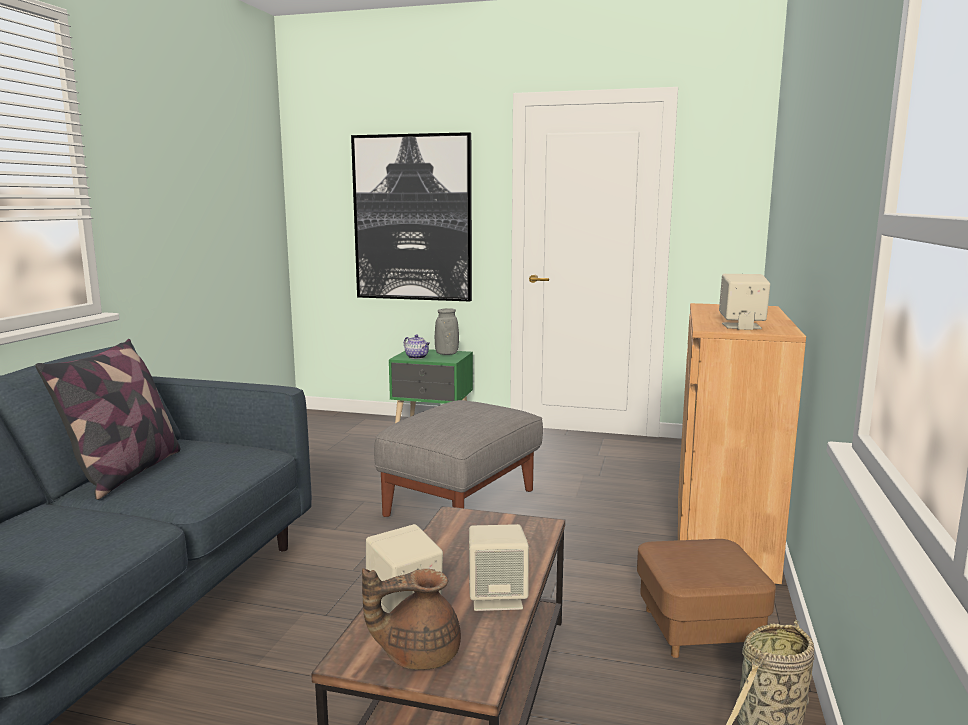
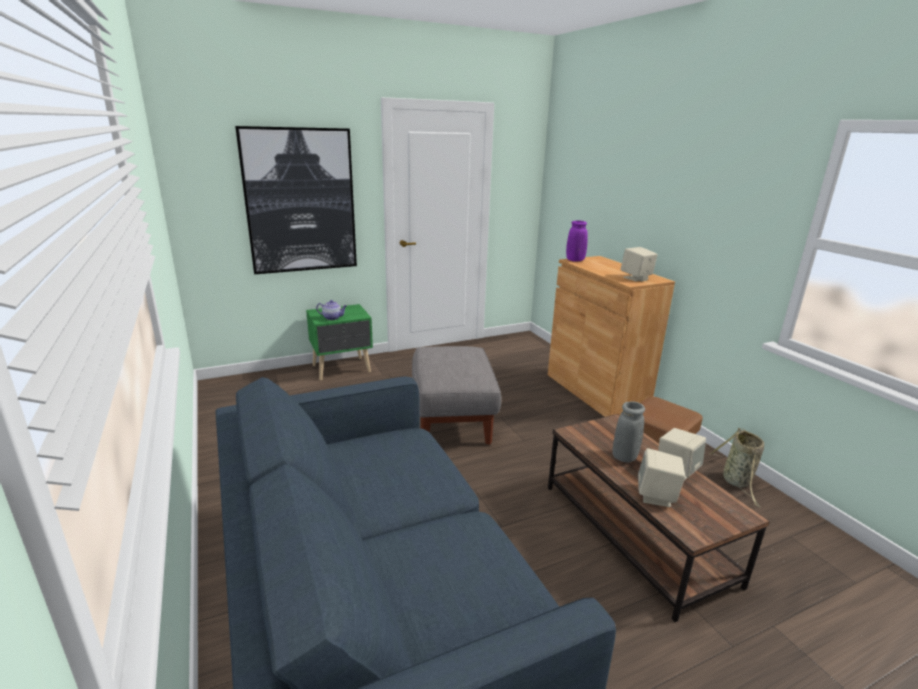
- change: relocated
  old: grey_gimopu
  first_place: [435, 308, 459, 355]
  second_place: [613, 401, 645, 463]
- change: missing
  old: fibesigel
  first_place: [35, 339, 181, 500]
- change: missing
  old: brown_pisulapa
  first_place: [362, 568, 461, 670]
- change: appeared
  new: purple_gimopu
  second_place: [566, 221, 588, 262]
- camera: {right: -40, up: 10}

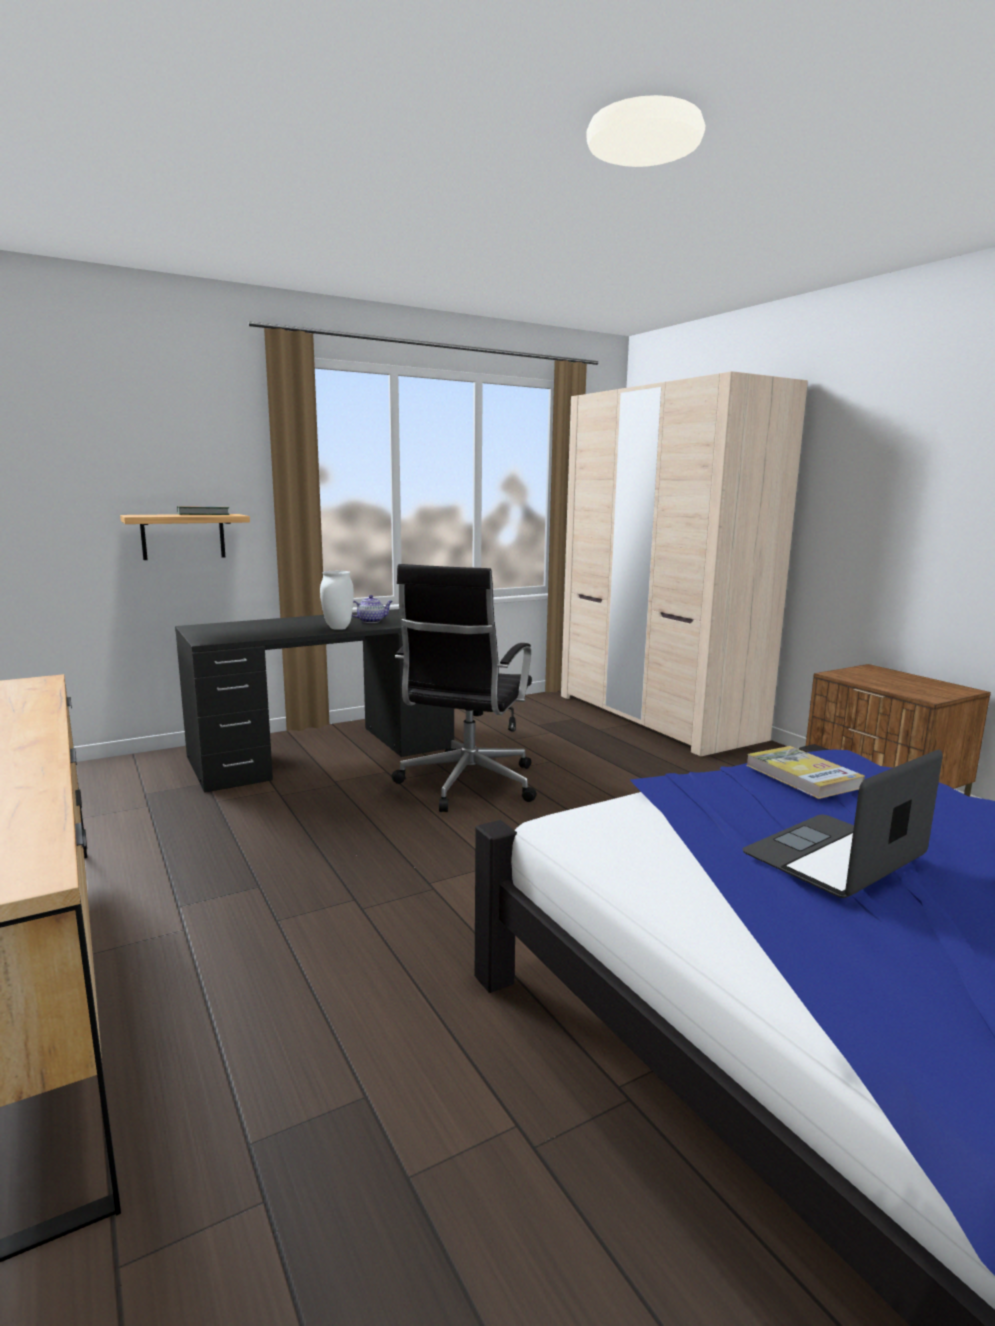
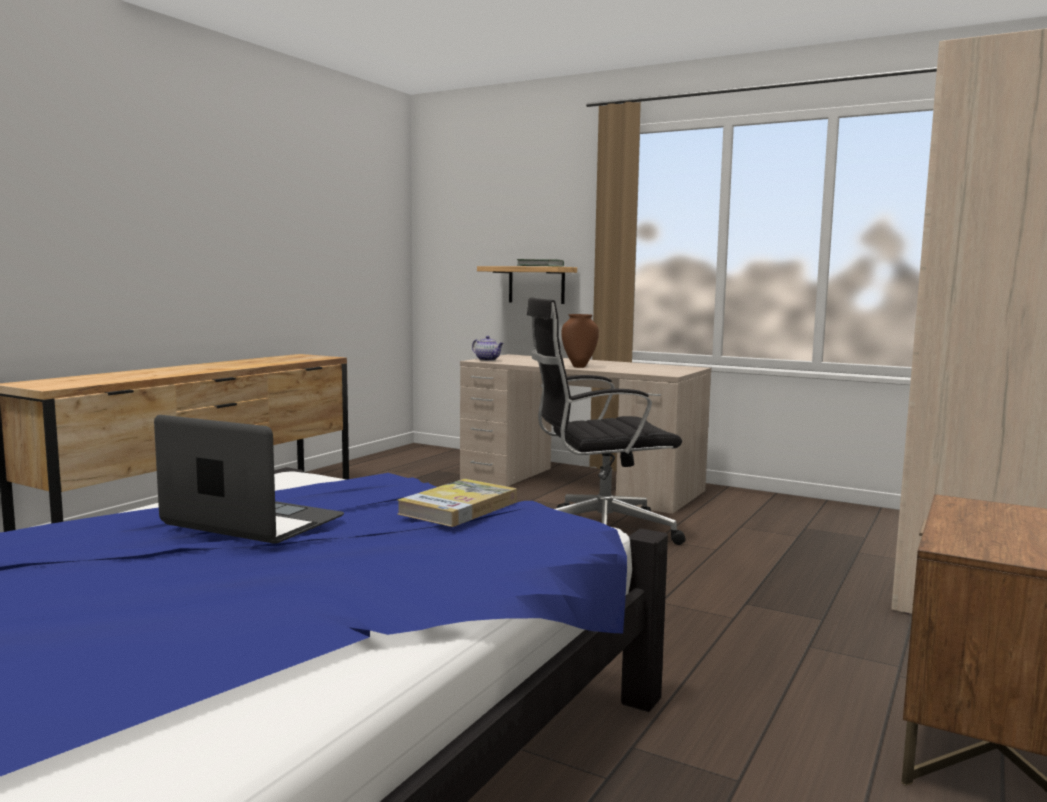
- change: colour
  old: white_gimopu
  new: brown_gimopu
  first_place: [320, 571, 354, 630]
  second_place: [561, 314, 599, 368]
- change: relocated
  old: pisulapa
  first_place: [352, 595, 393, 623]
  second_place: [472, 336, 504, 361]
- change: colour
  old: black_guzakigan
  new: beige_guzakigan
  first_place: [175, 609, 454, 793]
  second_place: [460, 354, 711, 514]
- camera: {right: 60, up: -5}

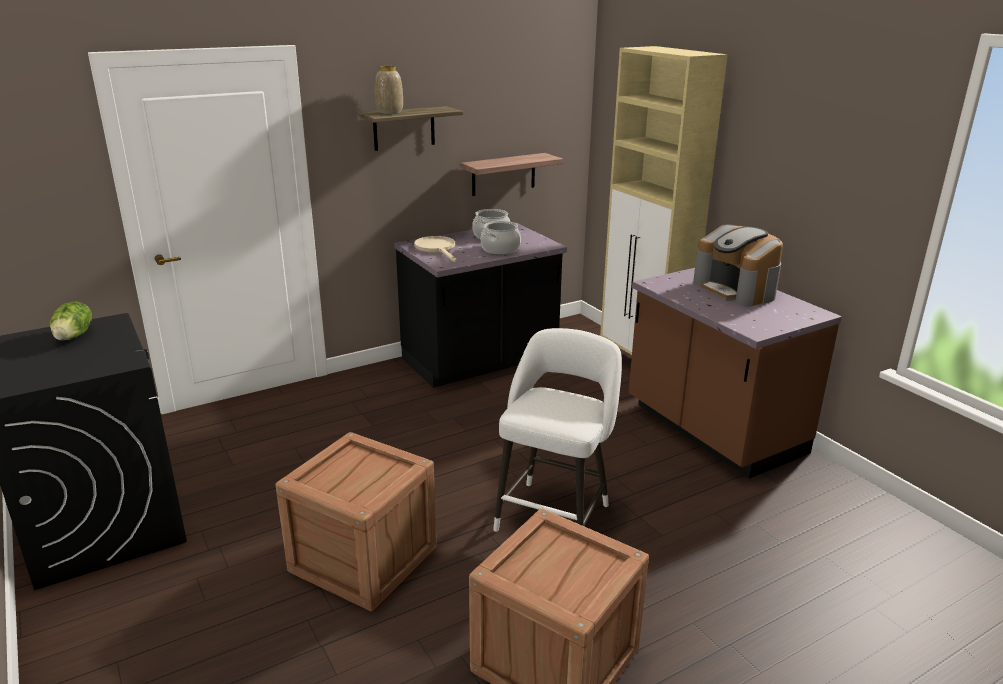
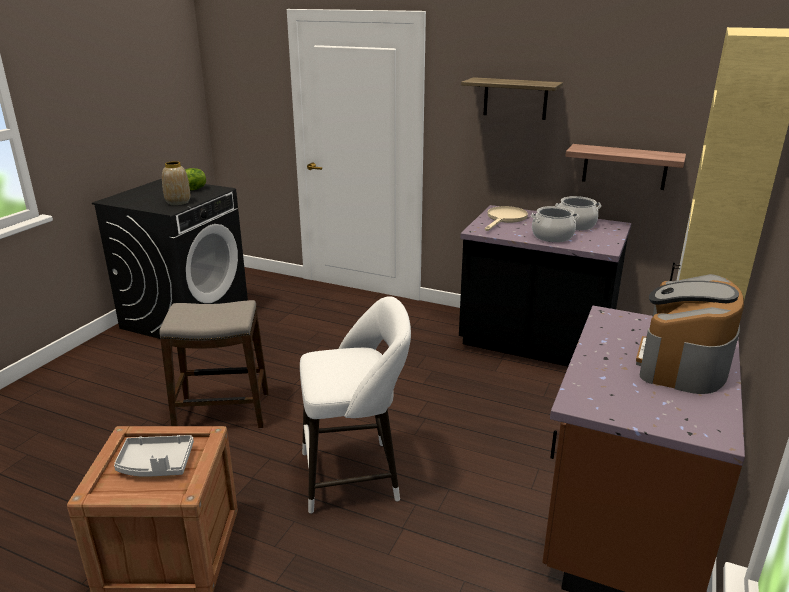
- change: relocated
  old: gimopu
  first_place: [375, 66, 403, 114]
  second_place: [162, 161, 190, 205]
- change: exchanged
  old: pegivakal
  new: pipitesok
  first_place: [275, 432, 437, 611]
  second_place: [159, 300, 269, 428]
- change: appeared
  new: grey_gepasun
  second_place: [114, 435, 194, 477]
- camera: {right: 55, up: 0}

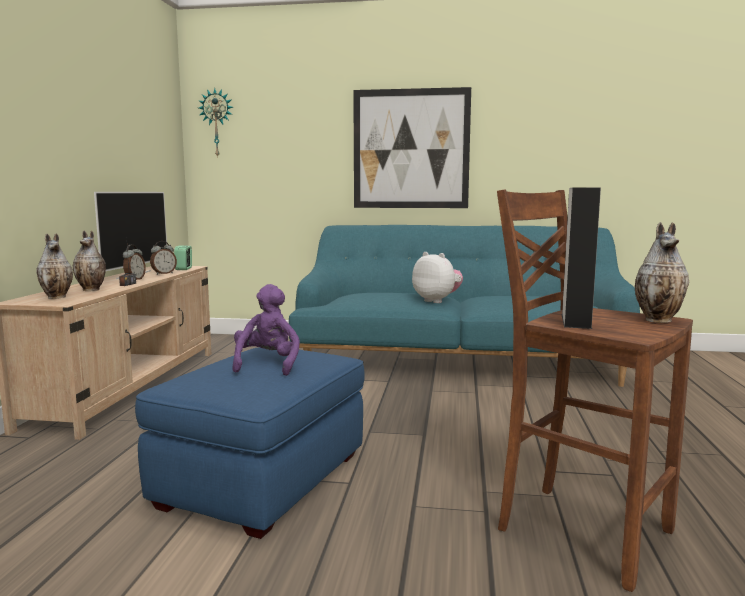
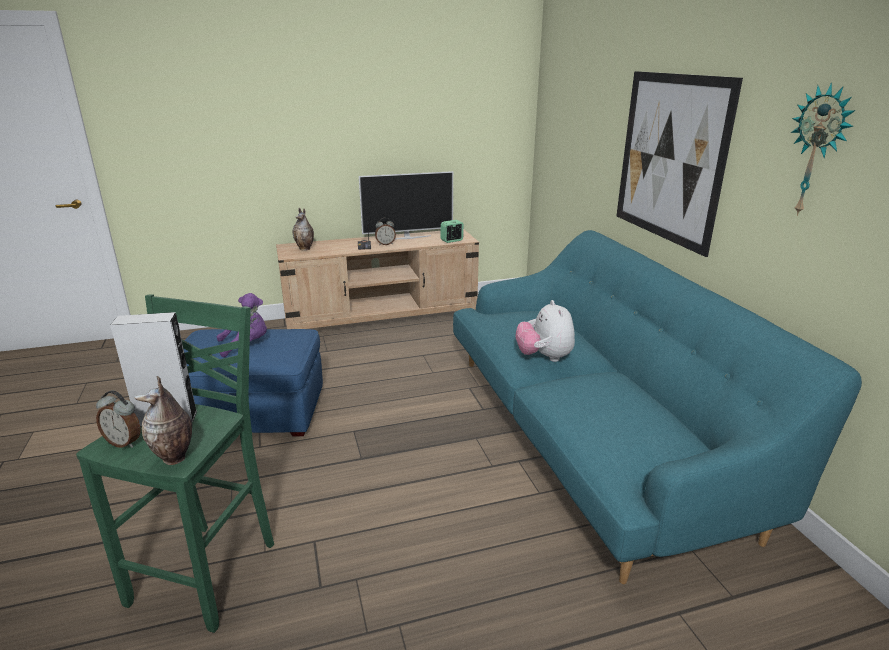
- change: relocated
  old: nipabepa
  first_place: [198, 88, 233, 158]
  second_place: [791, 83, 855, 216]
- change: colour
  old: brown_pipitesok
  new: green_pipitesok
  first_place: [497, 189, 693, 592]
  second_place: [76, 295, 274, 633]
- change: missing
  old: gimopu
  first_place: [73, 231, 106, 291]
- change: relocated
  old: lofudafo
  first_place: [150, 241, 177, 275]
  second_place: [96, 390, 140, 448]
- change: spun
  old: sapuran
  first_place: [412, 252, 463, 303]
  second_place: [515, 300, 575, 362]
  degrees: 150
- camera: {right: 65, up: 15}

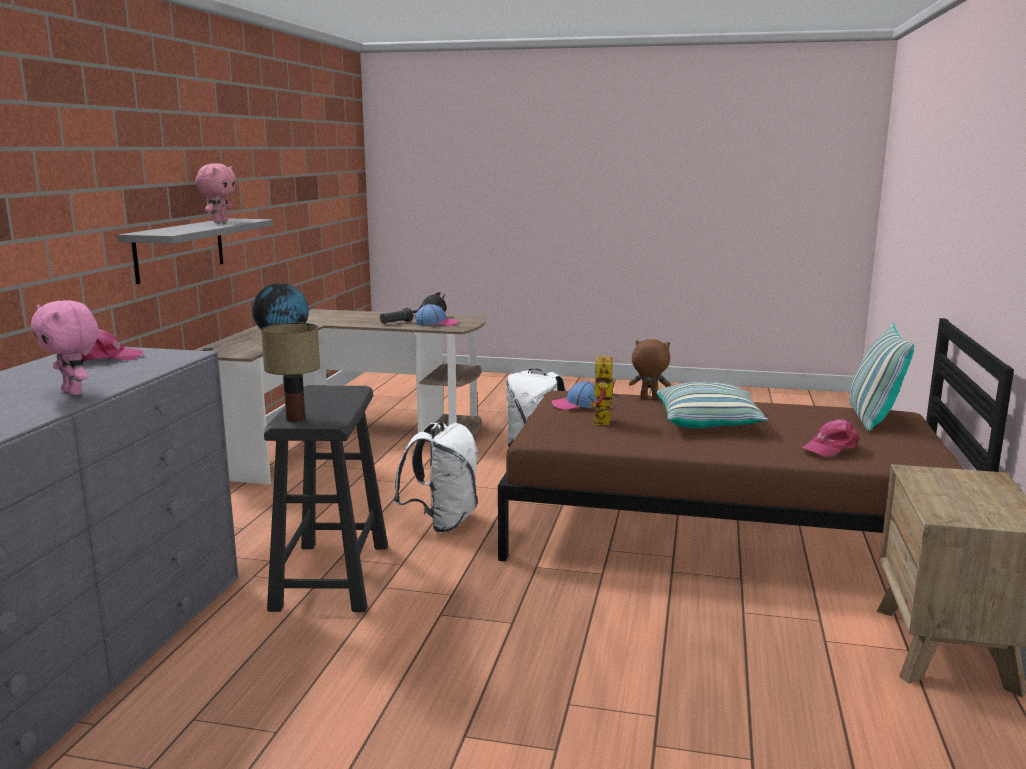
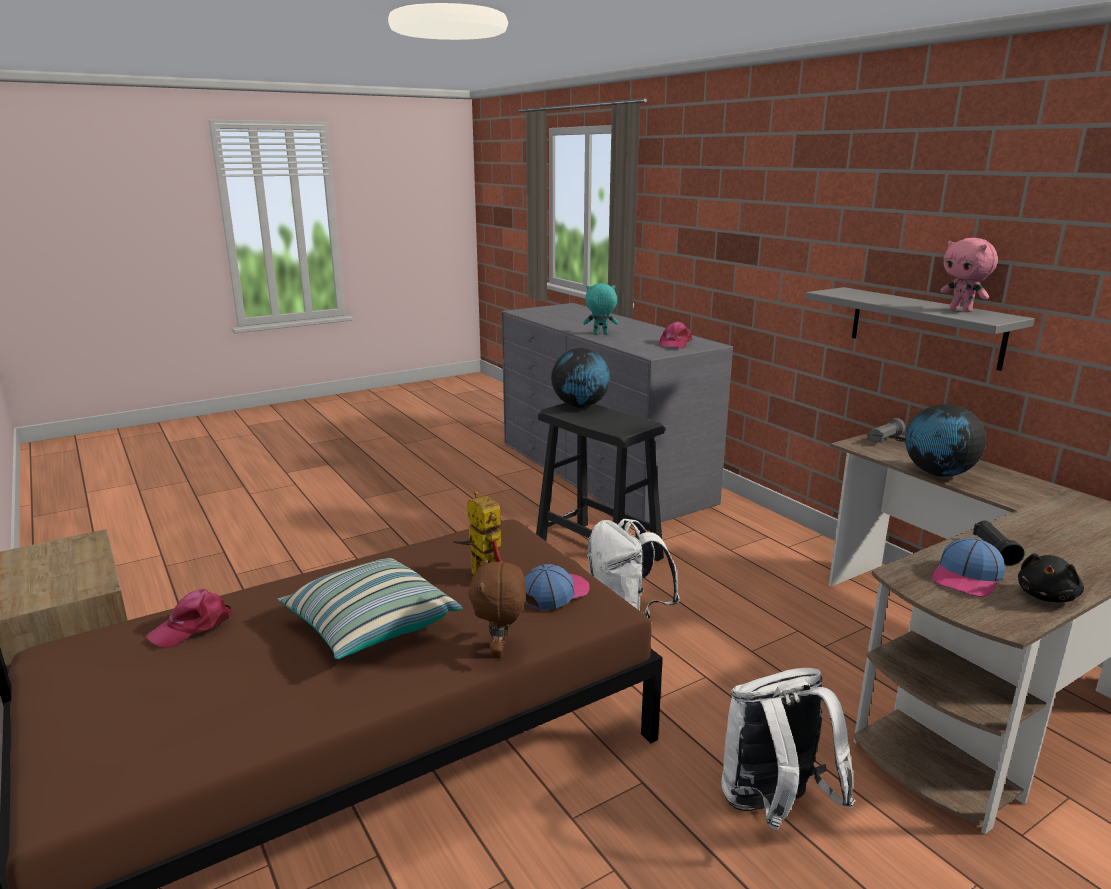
- change: colour
  old: pink_sapuran
  new: turquoise_sapuran
  first_place: [31, 300, 99, 396]
  second_place: [583, 283, 618, 335]
- change: exchanged
  old: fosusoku
  new: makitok
  first_place: [261, 322, 320, 422]
  second_place: [551, 348, 610, 408]
- change: missing
  old: fibesigel
  first_place: [849, 323, 914, 431]
- change: spun
  old: brown_sapuran
  first_place: [629, 339, 671, 399]
  second_place: [468, 558, 526, 658]
  degrees: 120
- change: spun
  old: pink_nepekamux
  first_place: [802, 419, 859, 457]
  second_place: [146, 589, 232, 648]
  degrees: -150
- change: appeared
  new: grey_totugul
  second_place: [869, 418, 905, 442]
- camera: {right: 135, up: 5}

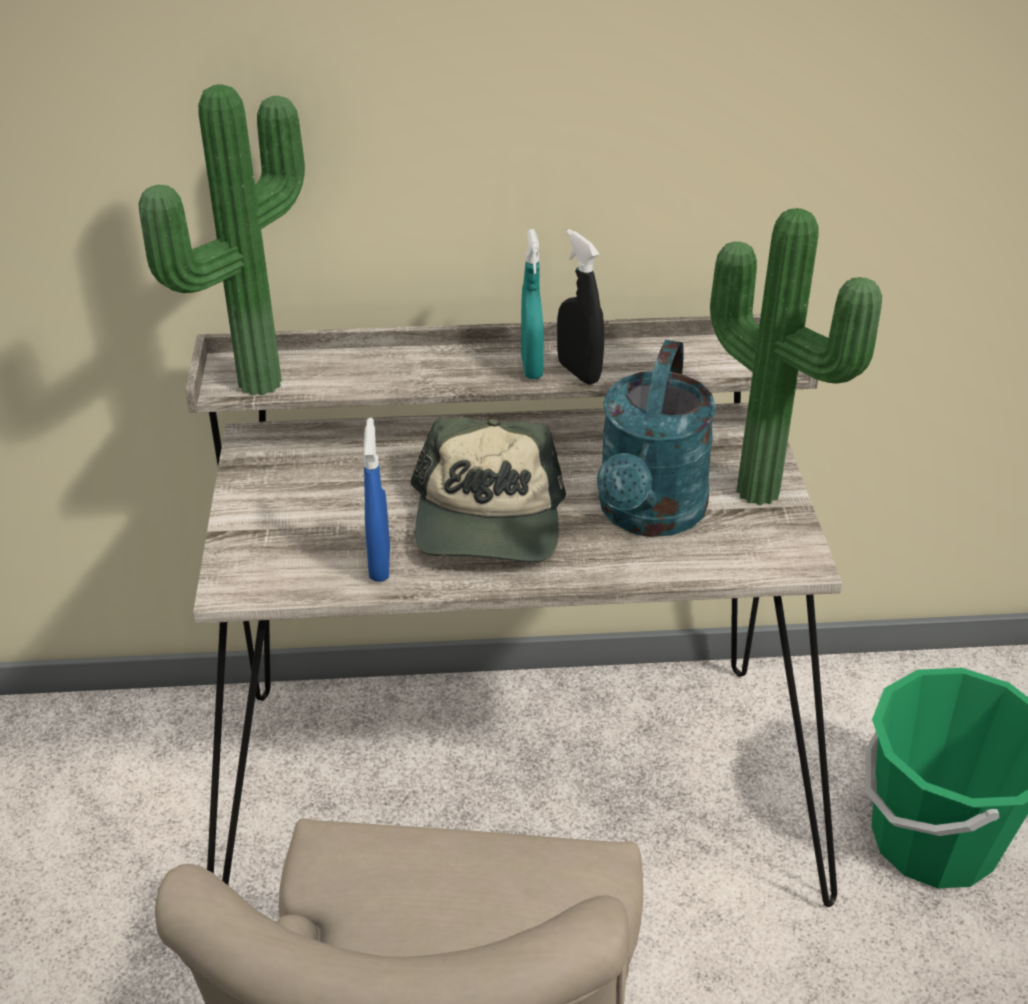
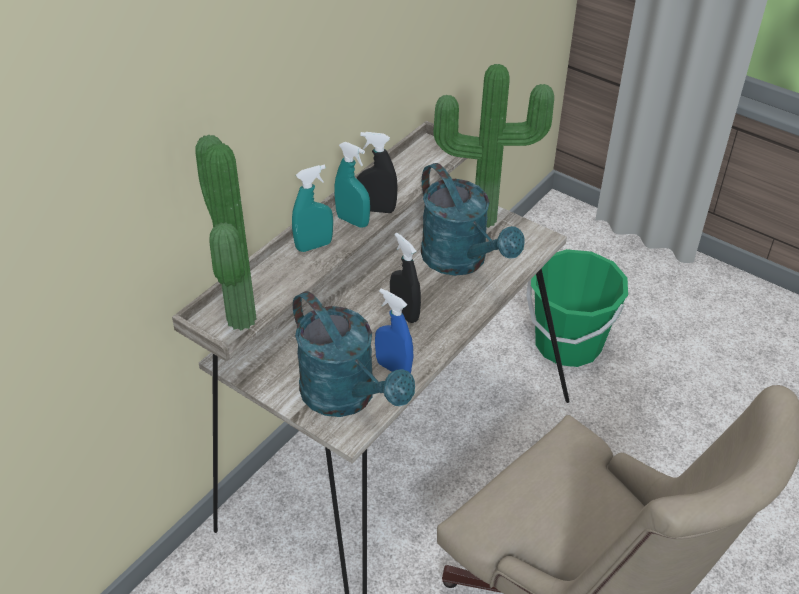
- change: exchanged
  old: nepekamux
  new: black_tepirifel
  first_place: [410, 417, 566, 562]
  second_place: [390, 233, 421, 323]
- change: appeared
  new: turquoise_tepirifel
  second_place: [292, 165, 333, 252]
- change: appeared
  new: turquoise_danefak
  second_place: [293, 291, 415, 417]
- camera: {right: -50, up: 5}

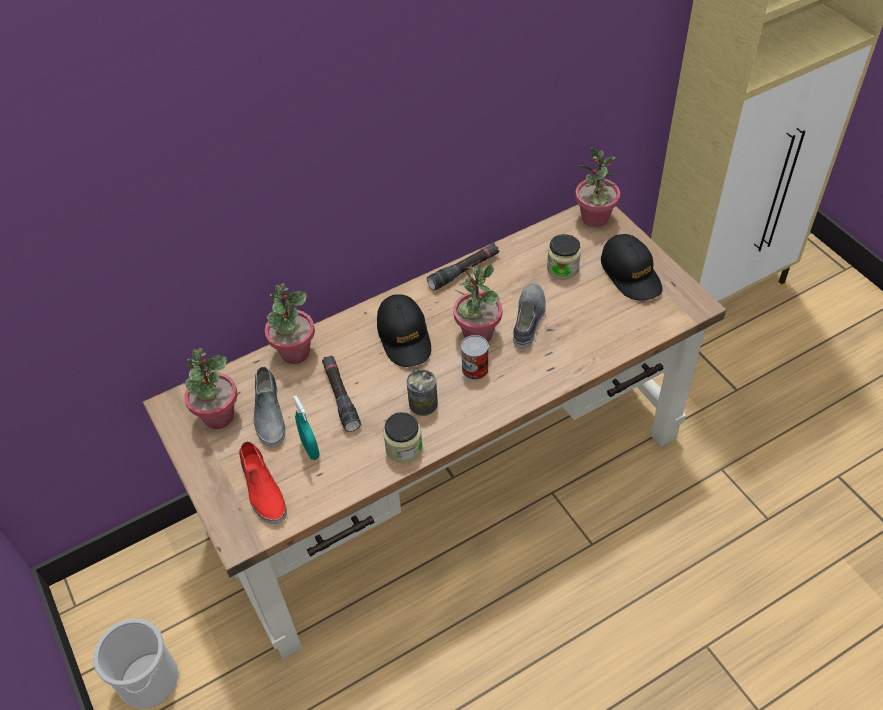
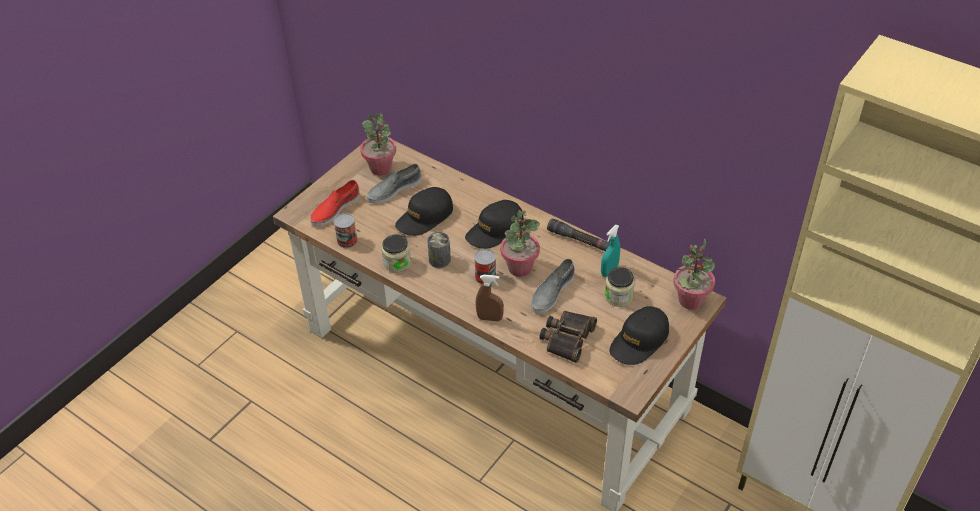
- change: missing
  old: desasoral
  first_place: [265, 283, 315, 364]
- change: spun
  old: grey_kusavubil
  first_place: [513, 283, 546, 349]
  second_place: [531, 259, 575, 314]
  degrees: 135
- change: exchanged
  old: black_totugul
  new: black_nepekamux
  first_place: [322, 355, 361, 432]
  second_place: [395, 187, 453, 236]
- change: relocated
  old: turquoise_tepirifel
  first_place: [293, 395, 320, 460]
  second_place: [601, 225, 620, 277]
- change: missing
  old: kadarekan
  first_place: [93, 619, 178, 709]
- change: appeared
  new: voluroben
  second_place: [334, 213, 358, 248]
- change: appeared
  new: brown_tepirifel
  second_place: [476, 275, 504, 321]
- change: appeared
  new: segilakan
  second_place: [539, 311, 597, 363]
- camera: {right: 65, up: -5}

